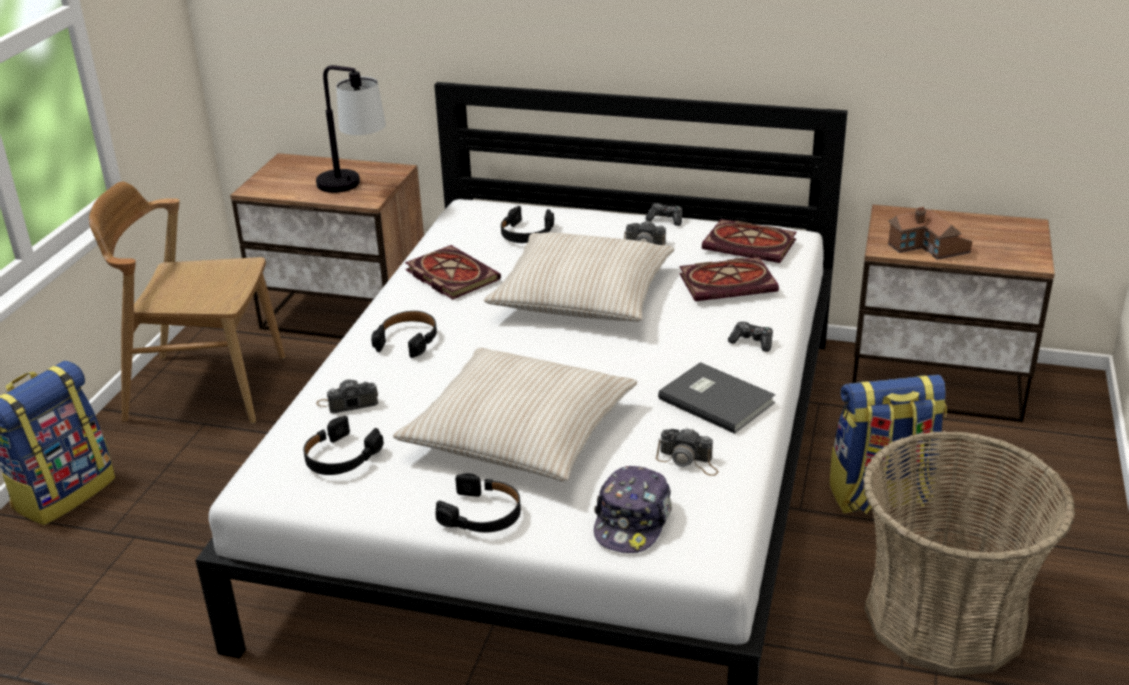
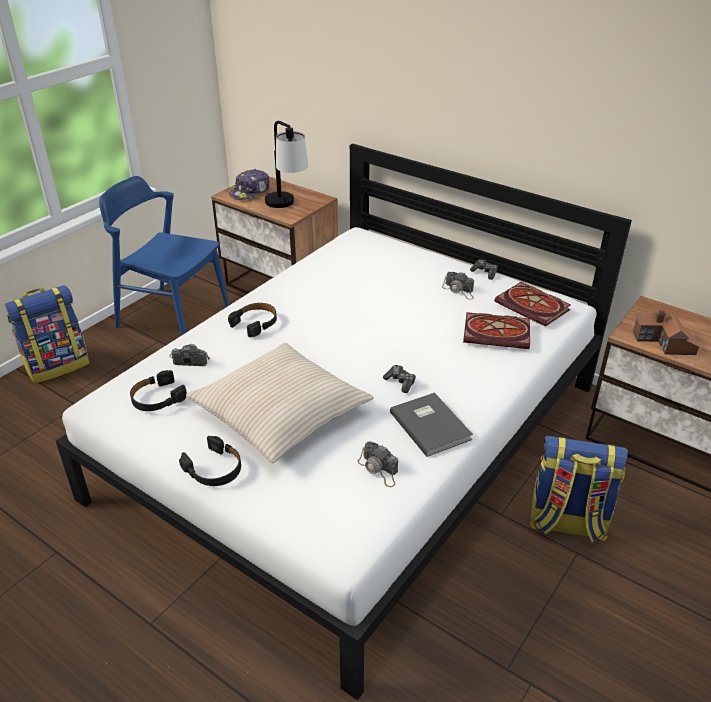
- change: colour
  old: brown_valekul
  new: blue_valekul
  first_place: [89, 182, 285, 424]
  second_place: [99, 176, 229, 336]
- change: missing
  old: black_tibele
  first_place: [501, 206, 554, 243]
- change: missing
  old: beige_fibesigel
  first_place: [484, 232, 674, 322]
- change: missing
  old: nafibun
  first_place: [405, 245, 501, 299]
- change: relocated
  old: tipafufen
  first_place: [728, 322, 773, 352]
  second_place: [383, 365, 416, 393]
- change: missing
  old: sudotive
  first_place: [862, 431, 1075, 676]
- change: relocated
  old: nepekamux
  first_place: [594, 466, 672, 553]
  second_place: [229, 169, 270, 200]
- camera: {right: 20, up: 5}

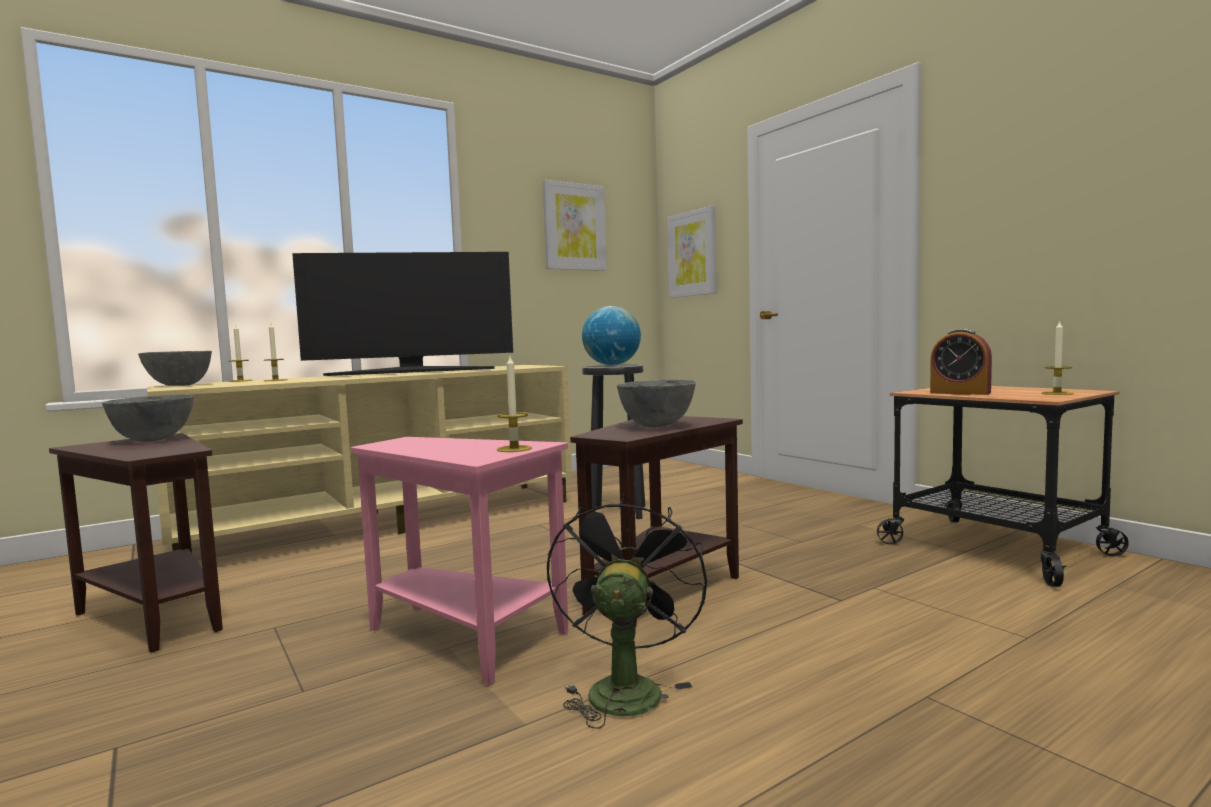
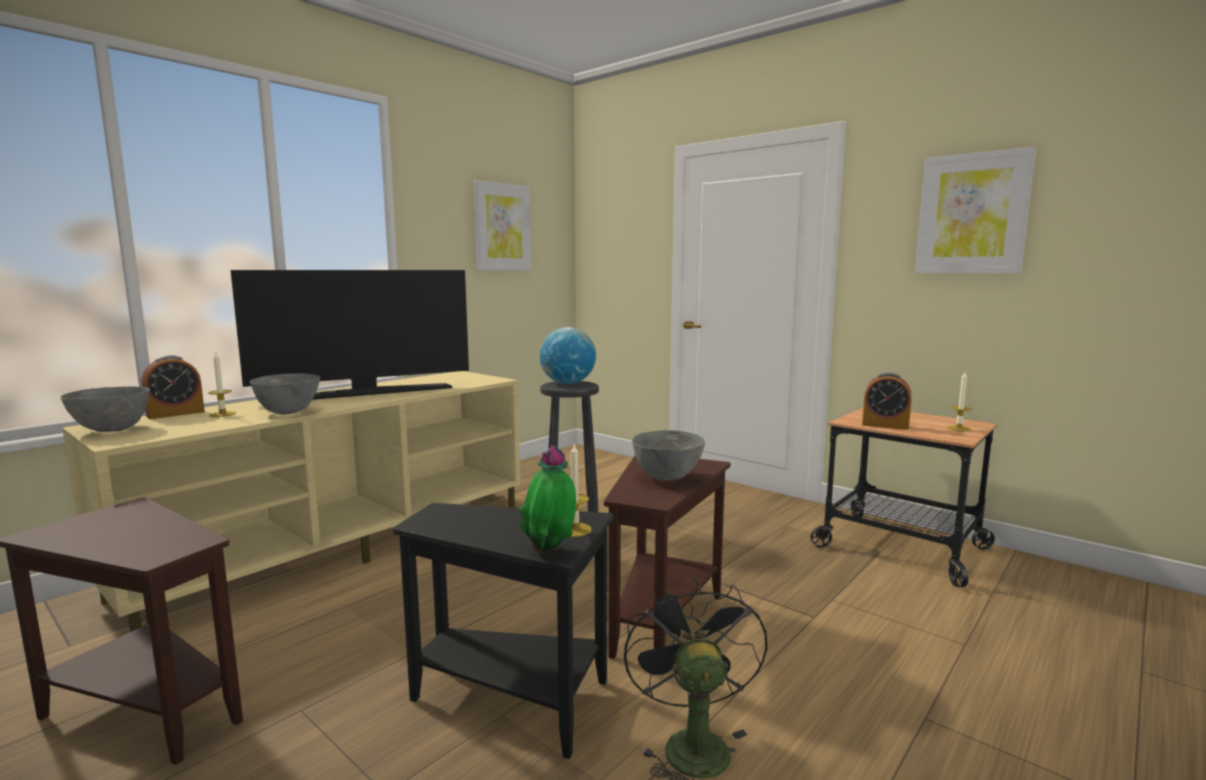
- change: relocated
  old: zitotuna
  first_place: [667, 206, 717, 298]
  second_place: [915, 147, 1036, 274]
- change: exchanged
  old: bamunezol
  new: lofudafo
  first_place: [229, 325, 253, 382]
  second_place: [141, 355, 205, 419]
- change: relocated
  old: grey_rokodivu
  first_place: [102, 395, 194, 442]
  second_place: [250, 373, 320, 414]
- change: colour
  old: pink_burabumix
  new: black_burabumix
  first_place: [351, 437, 568, 685]
  second_place: [393, 503, 613, 759]
- change: appeared
  new: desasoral
  second_place: [519, 446, 576, 554]
- camera: {right: -15, up: 5}

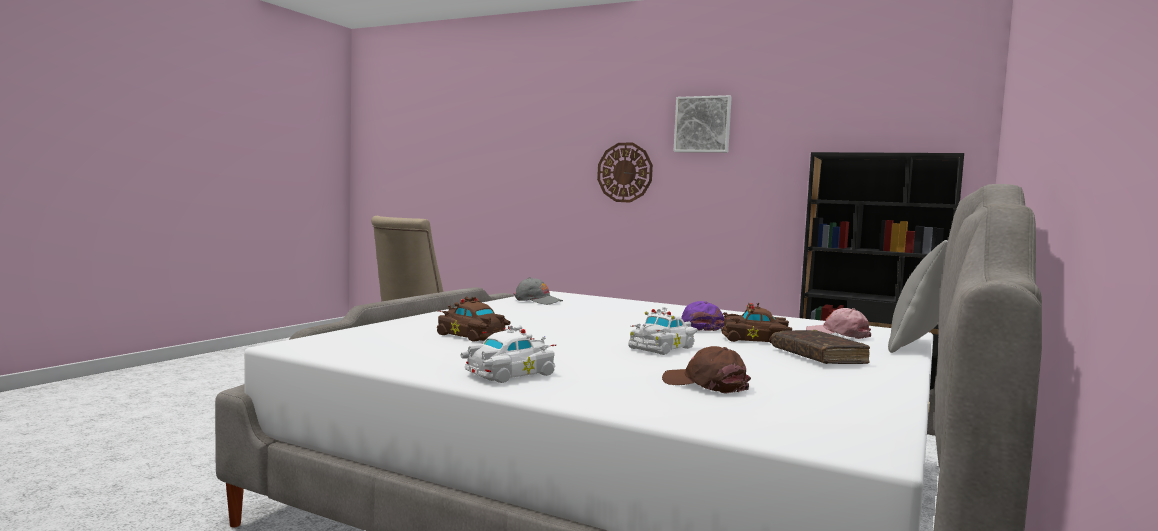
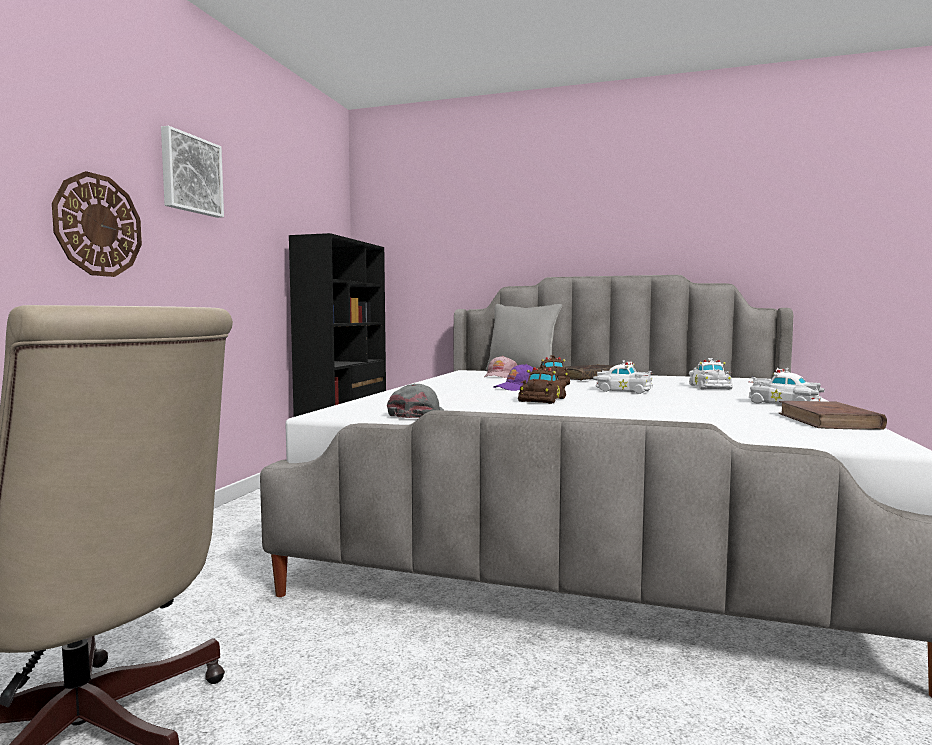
- change: relocated
  old: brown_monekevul
  first_place: [437, 296, 511, 342]
  second_place: [518, 365, 567, 404]
- change: exchanged
  old: brown_nepekamux
  new: white_monekevul
  first_place: [662, 346, 751, 393]
  second_place: [689, 358, 733, 390]
- change: appeared
  new: brown_nafibun
  second_place: [779, 401, 887, 429]
- camera: {right: -100, up: 0}

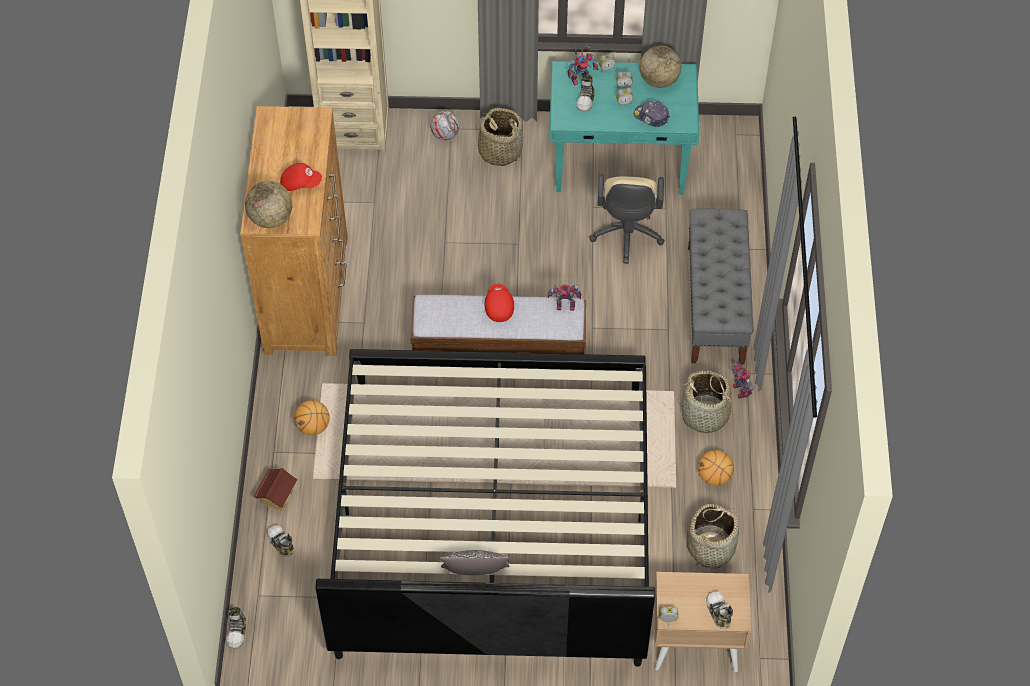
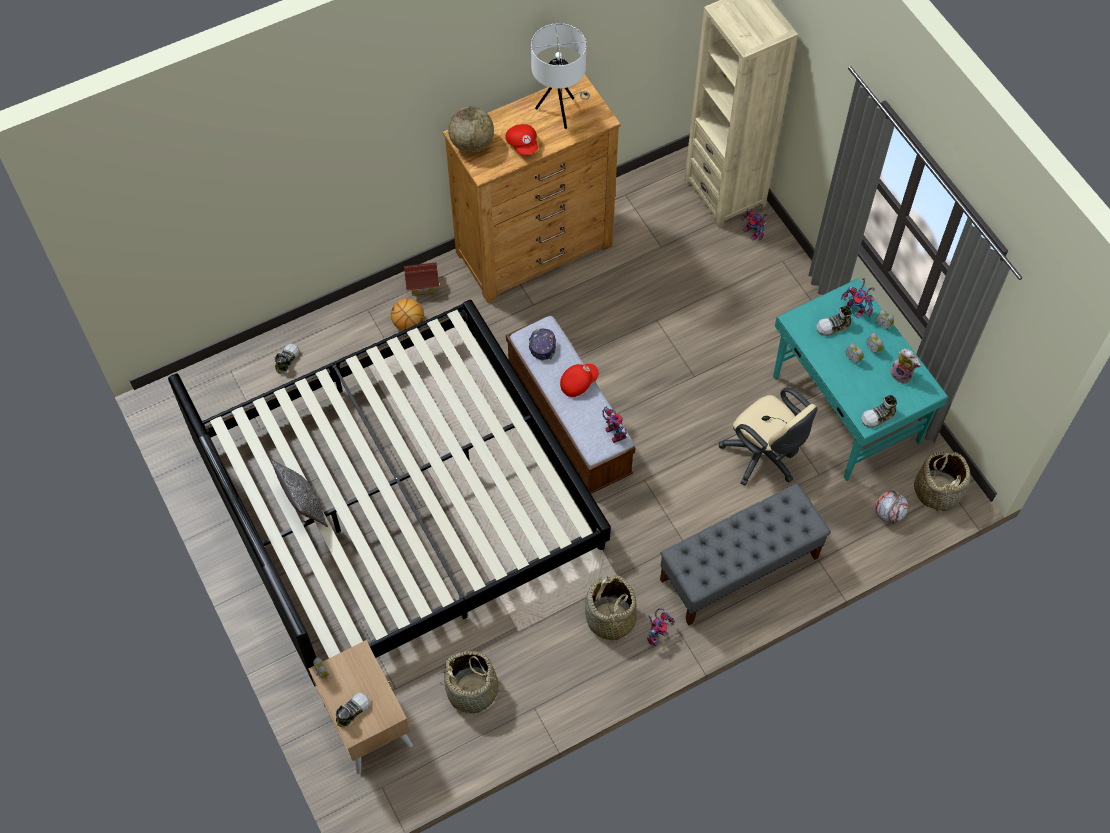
- change: exchanged
  old: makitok
  new: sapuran
  first_place: [640, 46, 681, 88]
  second_place: [890, 349, 921, 384]
- change: relocated
  old: nepekamux
  first_place: [634, 101, 670, 127]
  second_place: [529, 329, 556, 360]
- change: relocated
  old: sudotive
  first_place: [476, 108, 523, 166]
  second_place: [914, 450, 971, 514]
- change: relocated
  old: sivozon
  first_place: [430, 111, 459, 140]
  second_place: [875, 491, 908, 523]
- change: spun
  old: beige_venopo
  first_place: [589, 174, 665, 264]
  second_place: [718, 387, 817, 486]
  degrees: -105
- change: missing
  old: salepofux
  first_place: [698, 450, 734, 486]
- change: relocated
  old: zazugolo
  first_place: [253, 468, 298, 511]
  second_place: [404, 262, 439, 296]
- change: relocated
  old: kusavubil
  first_place: [226, 606, 246, 648]
  second_place: [861, 395, 897, 428]
- change: appeared
  new: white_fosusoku
  second_place: [531, 23, 590, 129]
- change: appeared
  new: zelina
  second_place: [741, 203, 768, 240]
- camera: {right: 60, up: 5}

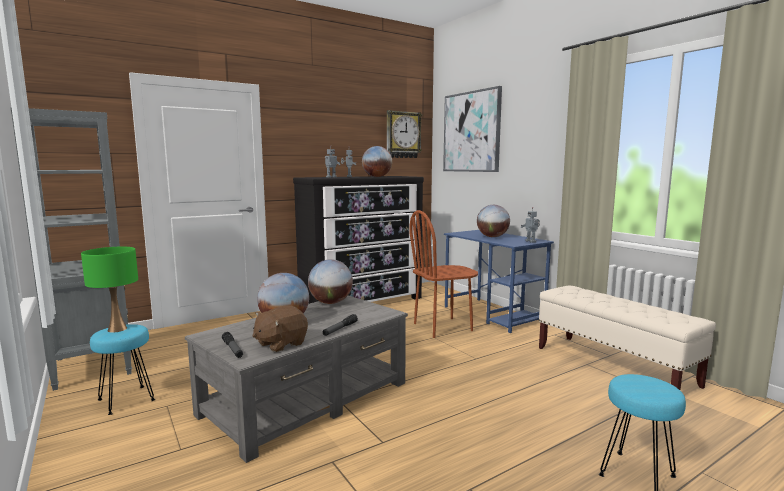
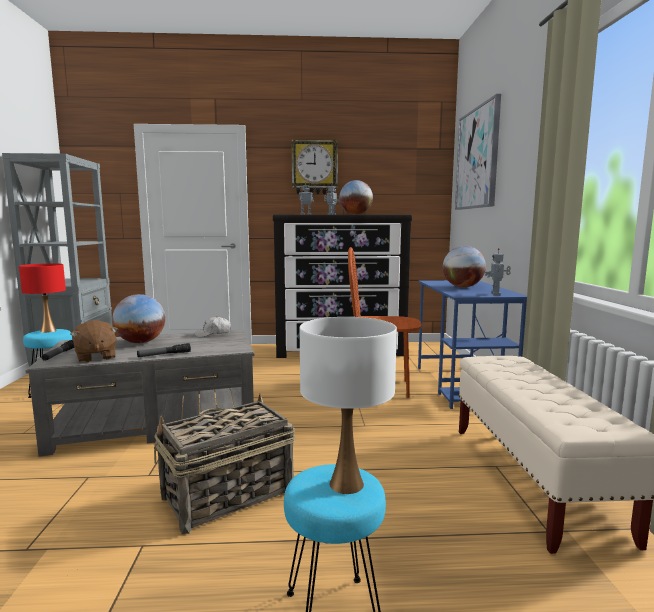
- change: relocated
  old: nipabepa
  first_place: [387, 110, 422, 158]
  second_place: [291, 139, 338, 194]
- change: colour
  old: green_fosusoku
  new: red_fosusoku
  first_place: [81, 247, 138, 333]
  second_place: [19, 263, 66, 333]
- change: exchanged
  old: makitok
  new: white_nepekamux
  first_place: [308, 259, 353, 304]
  second_place: [194, 316, 231, 337]
- change: spun
  old: brown_sapuran
  first_place: [253, 305, 308, 352]
  second_place: [71, 320, 118, 363]
  degrees: -105
- change: appeared
  new: white_fosusoku
  second_place: [300, 317, 397, 494]
- change: appeared
  new: sudotive
  second_place: [154, 394, 295, 534]
- camera: {right: 30, up: 0}

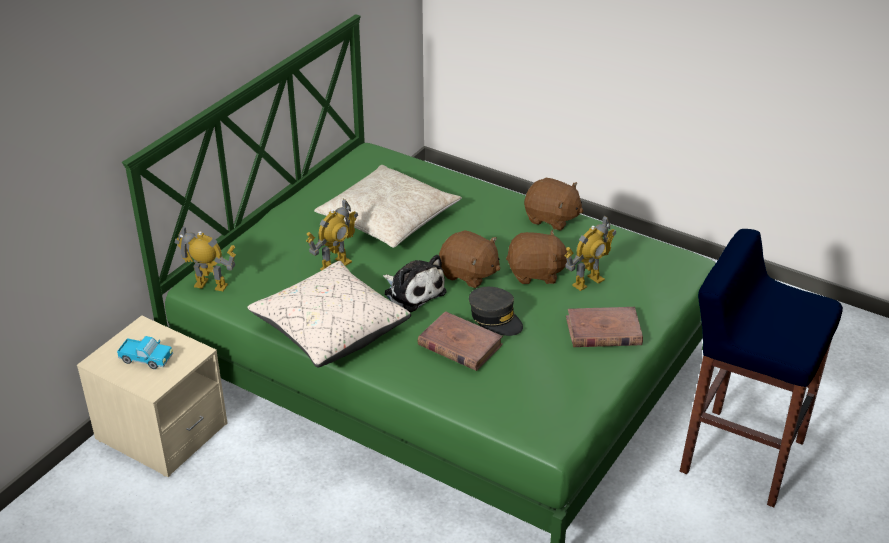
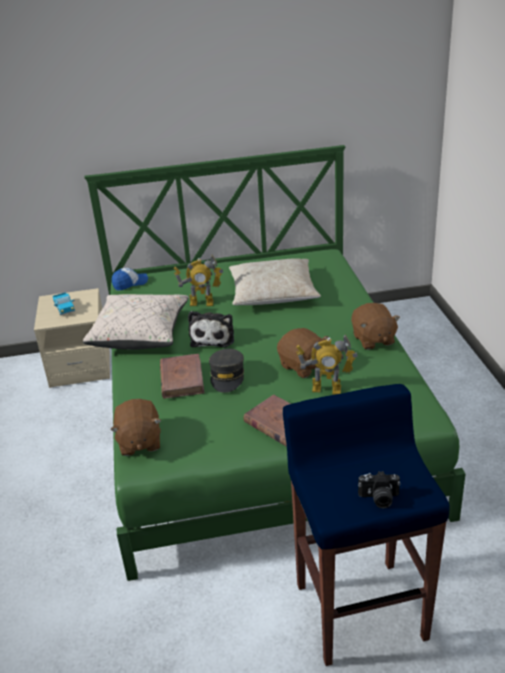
- change: exchanged
  old: zelina
  new: nepekamux
  first_place: [175, 225, 236, 291]
  second_place: [112, 268, 148, 290]
- change: relocated
  old: brown_sapuran
  first_place: [439, 230, 500, 288]
  second_place: [110, 399, 161, 456]
- change: appeared
  new: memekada
  second_place: [358, 471, 401, 508]
- camera: {right: 50, up: -5}

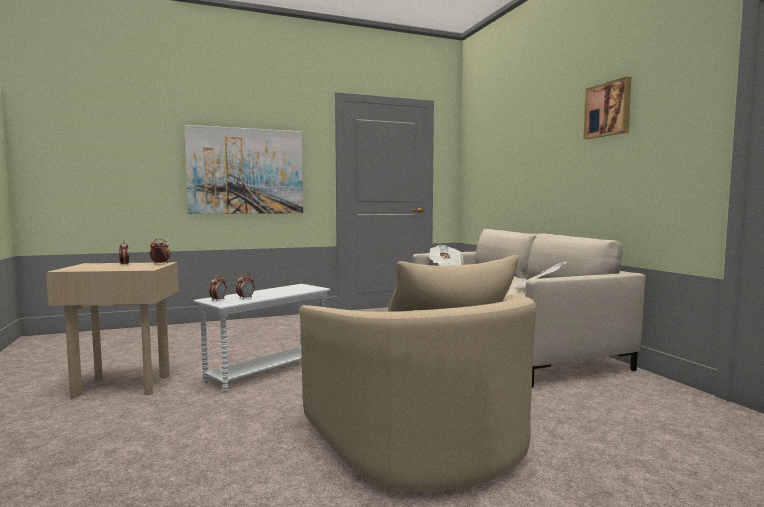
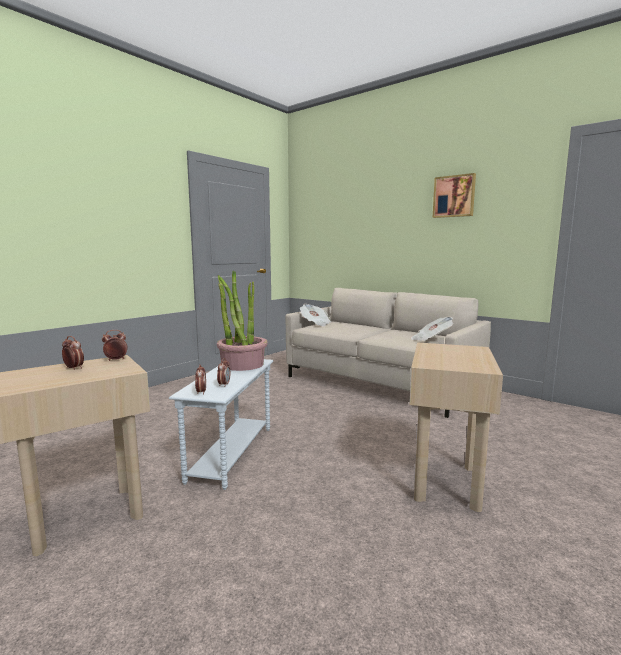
- change: missing
  old: zitotuna
  first_place: [184, 125, 303, 214]
- change: exchanged
  old: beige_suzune
  new: beige_burabumix
  first_place: [300, 255, 536, 492]
  second_place: [409, 342, 503, 512]
- change: appeared
  new: desasoral
  second_place: [217, 271, 268, 371]
- camera: {right: -30, up: 5}

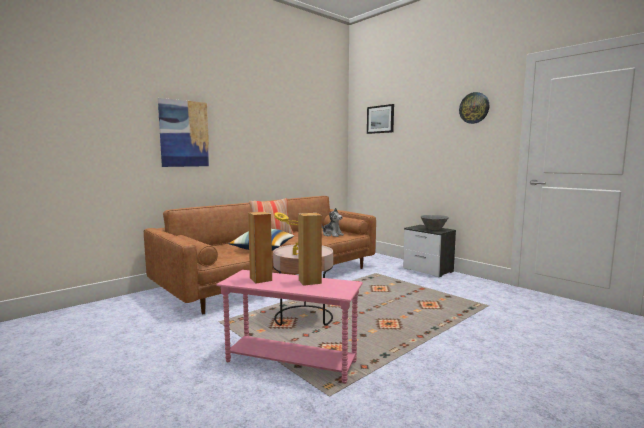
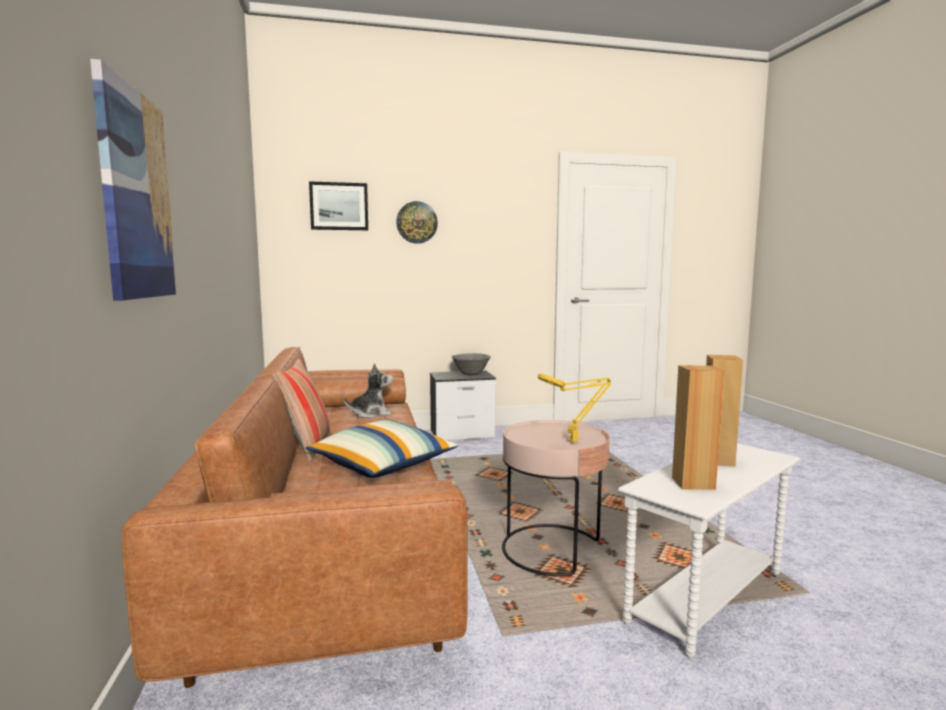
- change: relocated
  old: nipabepa
  first_place: [459, 92, 489, 124]
  second_place: [396, 201, 438, 244]
- change: colour
  old: pink_burabumix
  new: white_burabumix
  first_place: [216, 270, 363, 384]
  second_place: [618, 443, 800, 659]
- camera: {right: -60, up: 0}

